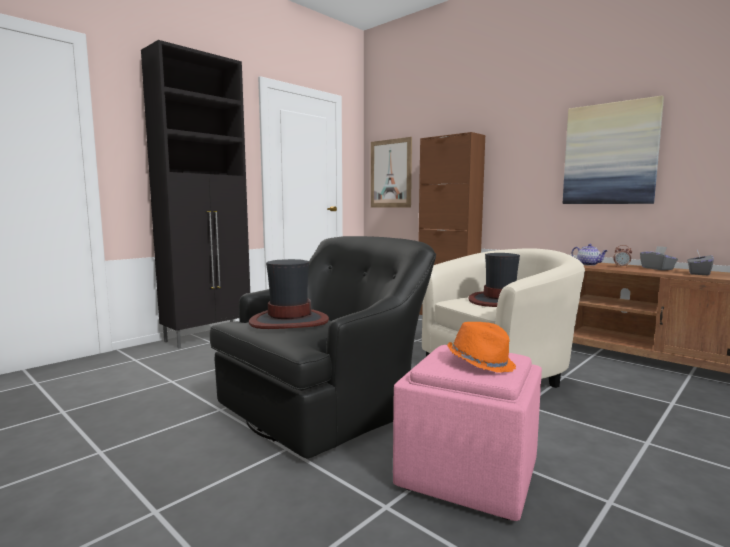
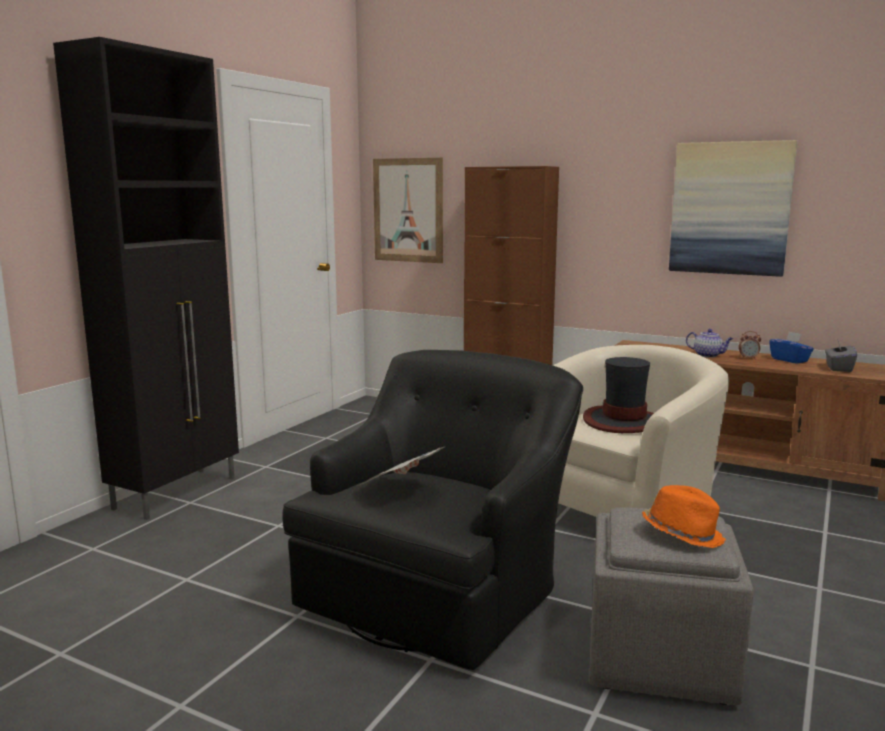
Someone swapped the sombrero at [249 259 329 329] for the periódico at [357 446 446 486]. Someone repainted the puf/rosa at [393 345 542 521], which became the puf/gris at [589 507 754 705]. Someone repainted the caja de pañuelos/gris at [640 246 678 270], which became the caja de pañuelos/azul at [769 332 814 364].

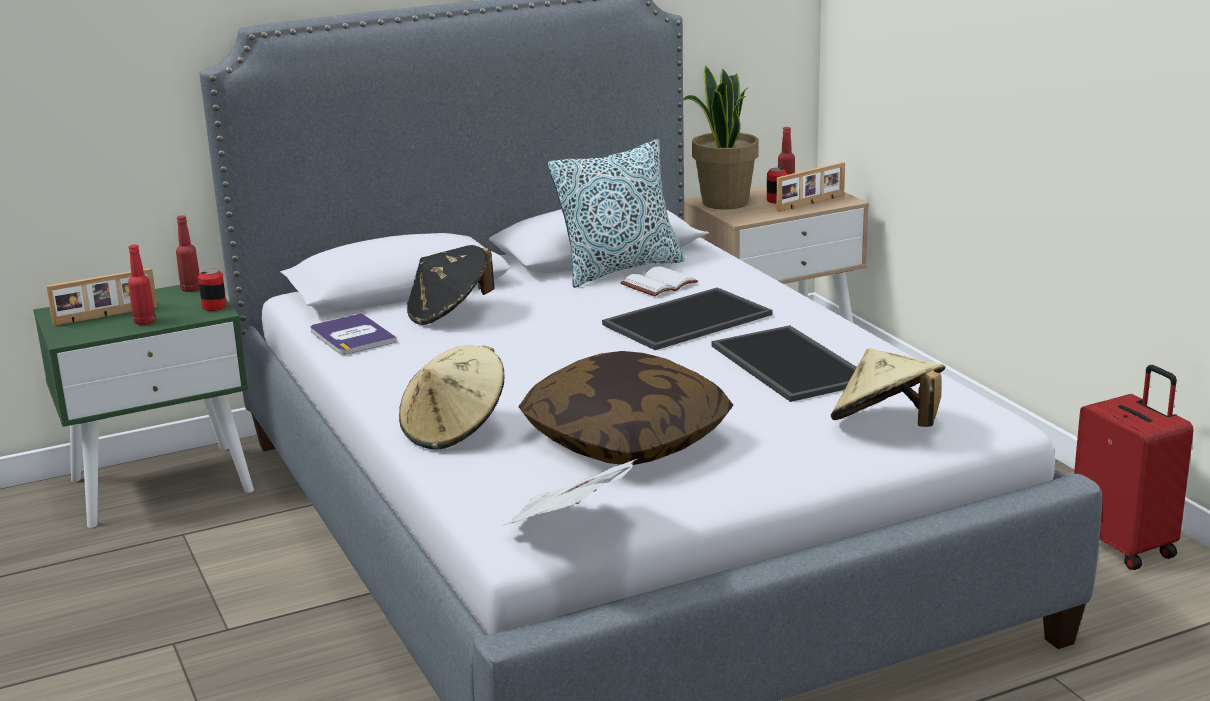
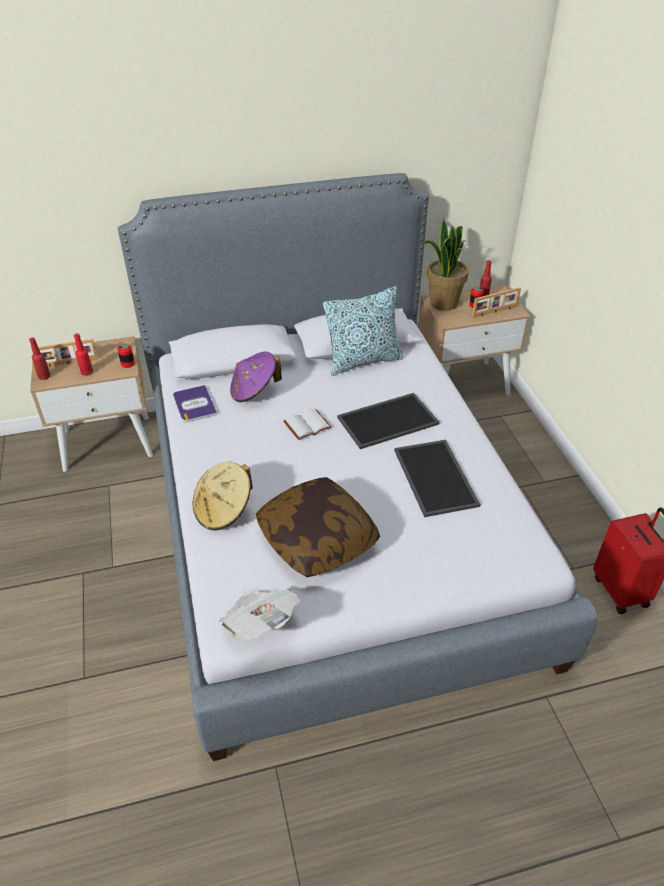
Someone took away the sombrero/beis at [831 348 946 427]. Someone carried the botella/rojo from [176 215 200 292] to [29 337 50 380]. Someone carried the libro/blanco from [620 267 698 296] to [283 409 332 440]. Someone repainted the mesita de noche/verde at [33 285 254 528], which became the mesita de noche/beis at [30 336 153 472]. Someone repainted the sombrero/negro at [407 245 495 325], which became the sombrero/morado at [230 352 282 402].

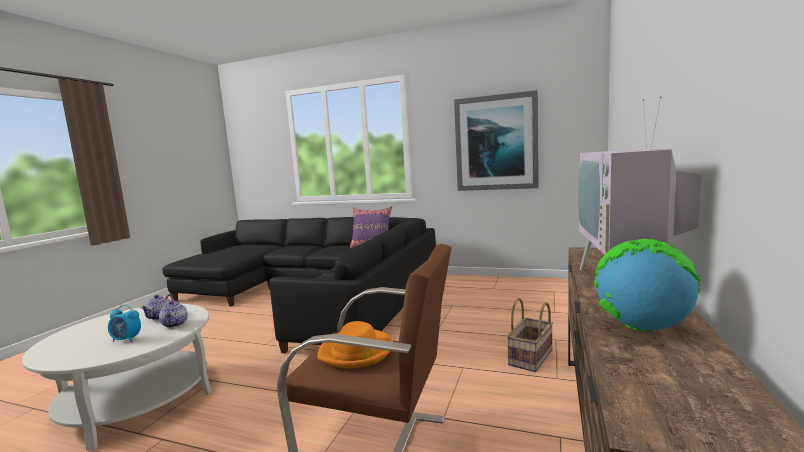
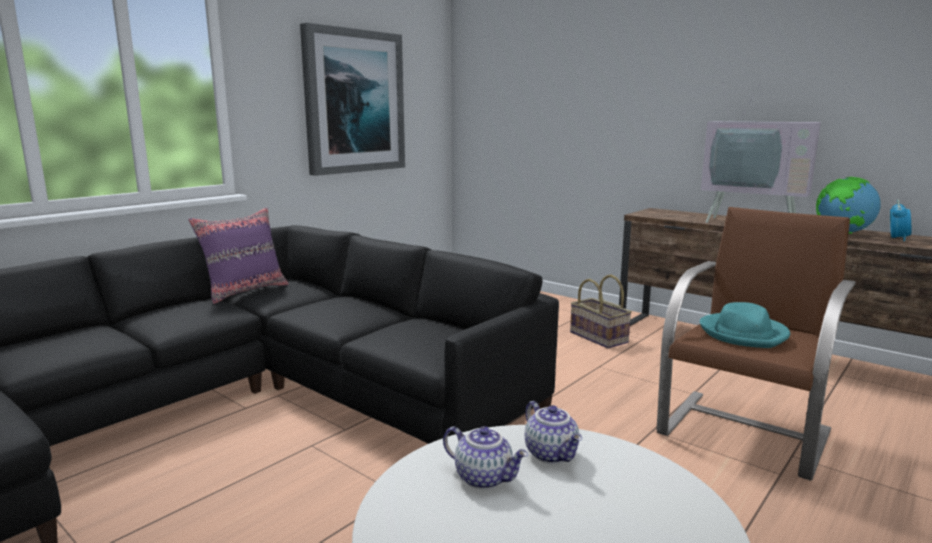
Someone carried the despertador from [108 305 141 342] to [890 199 911 242]. Someone repainted the sombrero/naranja at [318 321 393 368], which became the sombrero/turquesa at [700 302 790 348]. Someone rotated the tetera at [159 300 188 328] by 60 degrees clockwise.

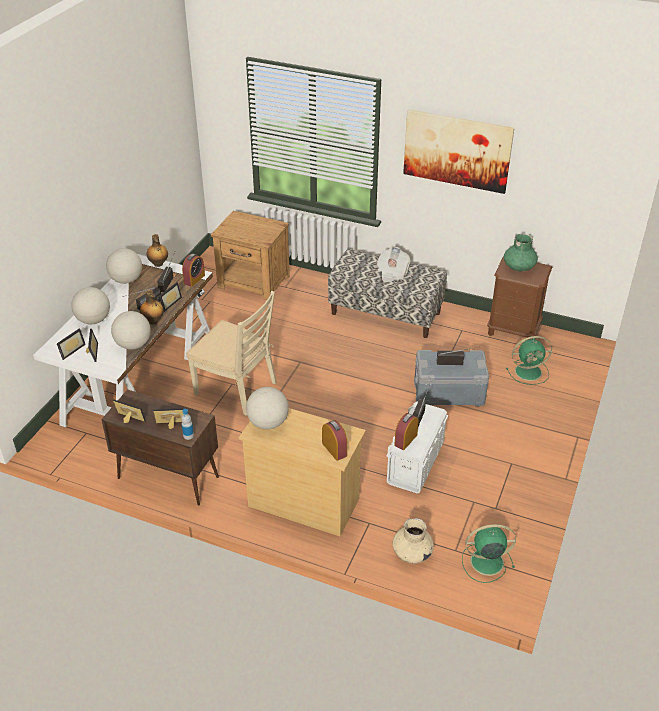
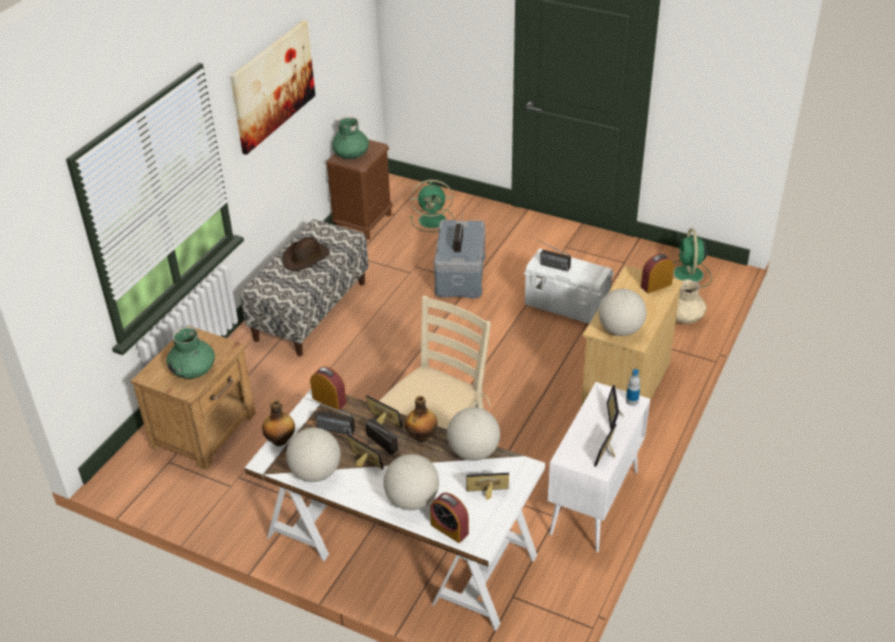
Someone put down the florero/verde at [166 327 215 379]. Someone carried the portarretratos from [57 328 86 360] to [348 435 384 470]. Someone carried the despertador from [394 413 418 450] to [430 493 469 543]. Someone swapped the periódico at [377 247 410 282] for the sombrero/marrón at [282 237 330 271]. Someone repainted the armario/marrón at [101 389 219 506], which became the armario/blanco at [548 382 650 552]. Someone rotated the ventilador/verde at [506 336 552 385] by 90 degrees clockwise.

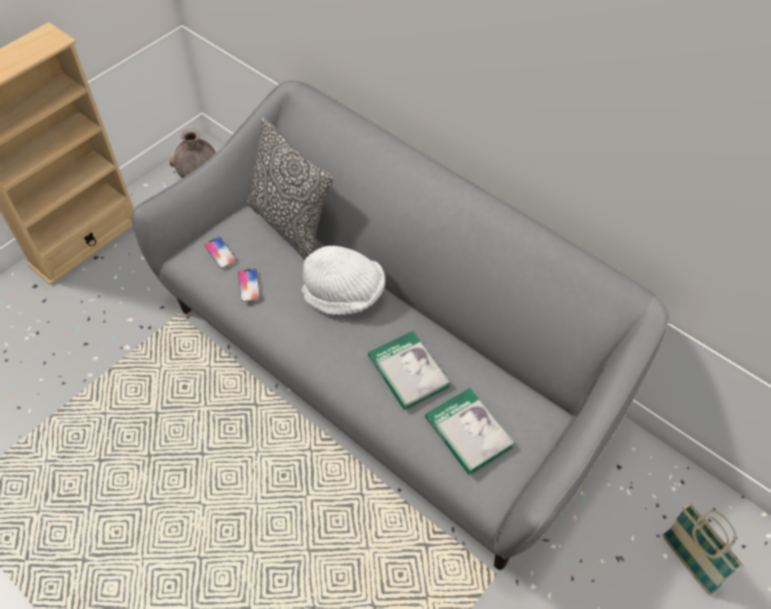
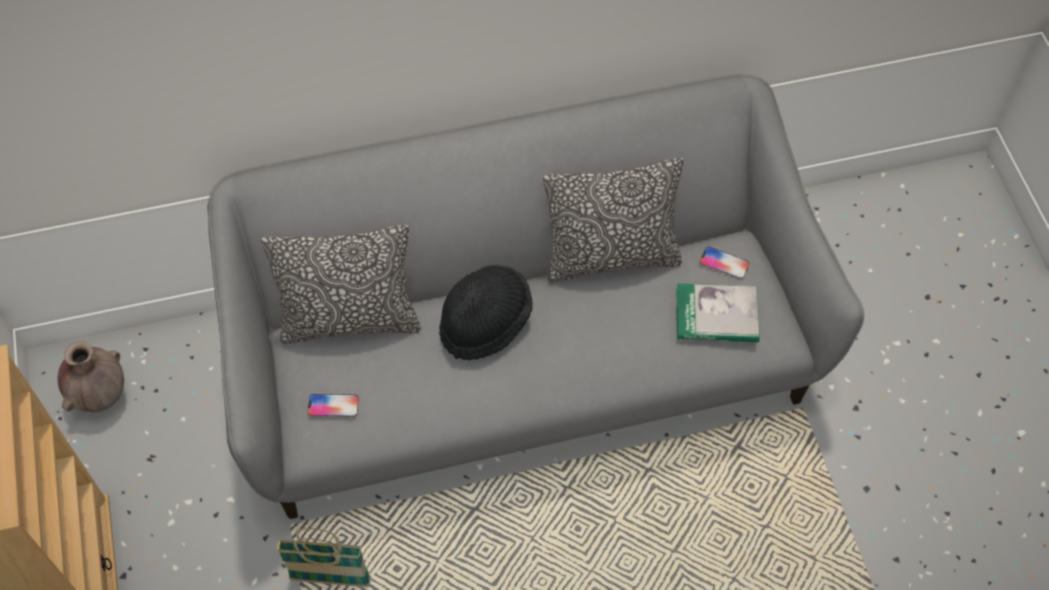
Someone took away the libro at [368 331 450 410]. Someone put down the cojín at [543 157 684 283]. Someone carried the móvil from [238 269 260 302] to [700 247 749 279]. Someone carried the cesta from [663 503 743 596] to [276 528 371 587]. Someone repainted the sombrero/blanco at [302 246 385 315], which became the sombrero/negro at [439 265 533 360].

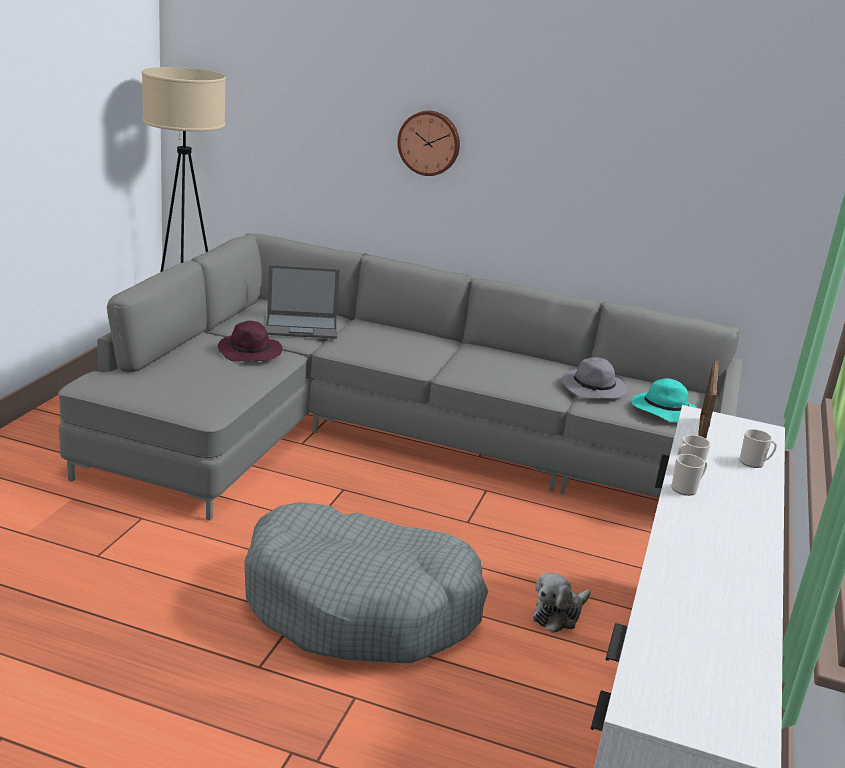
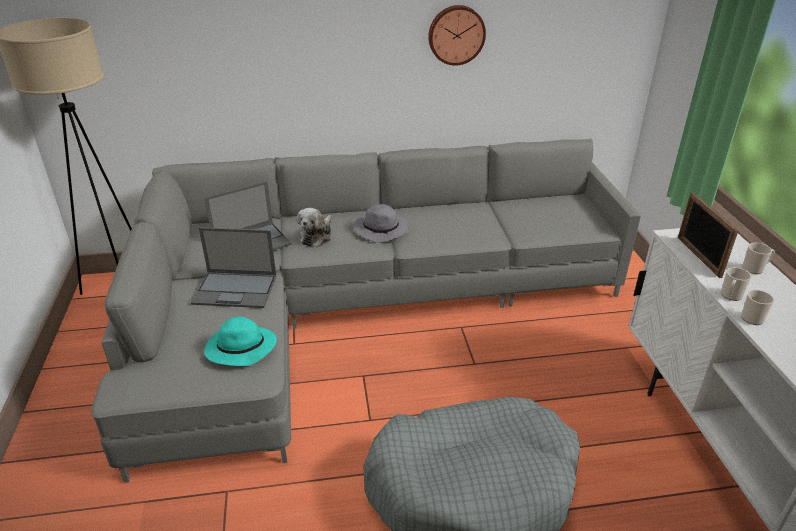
Someone carried the reloj de pared from [397 111 460 176] to [428 5 486 66]. Someone carried the peluche from [533 573 591 633] to [297 208 332 247]. Someone carried the sombrero/gris from [562 357 627 399] to [354 204 409 243]. Someone carried the sombrero/turquesa from [631 378 697 422] to [204 317 277 366]. Someone swapped the sombrero/morado at [218 321 283 362] for the portátil at [191 227 277 308].

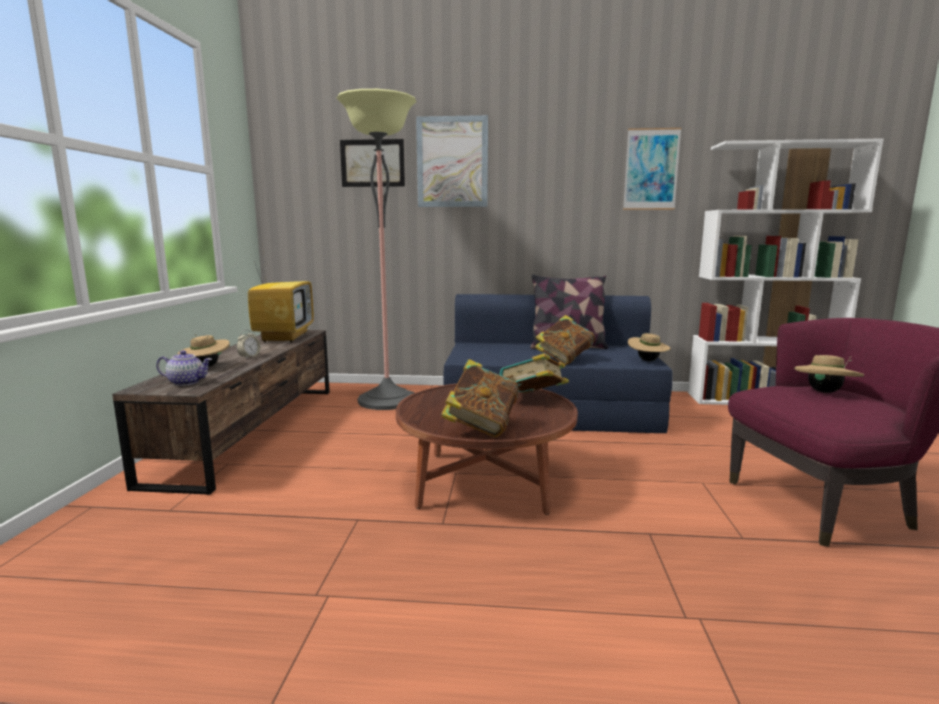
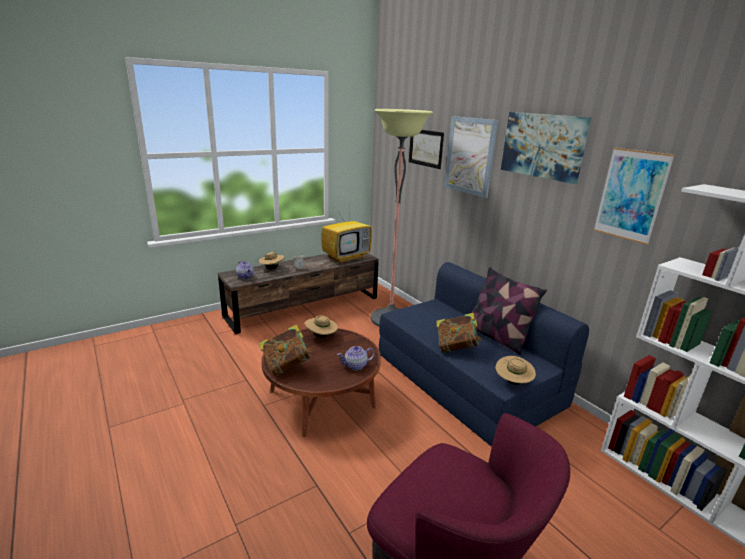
Someone put up the cuadro at [501 112 591 184]. Someone carried the sombrero/beis from [794 355 864 393] to [305 315 338 338]. Someone swapped the libro at [500 353 569 393] for the tetera at [337 346 375 370].

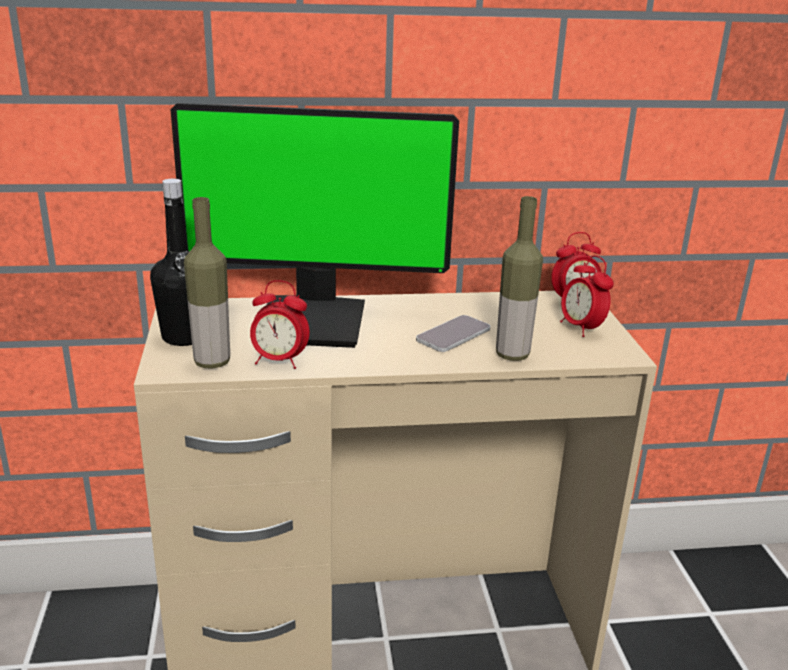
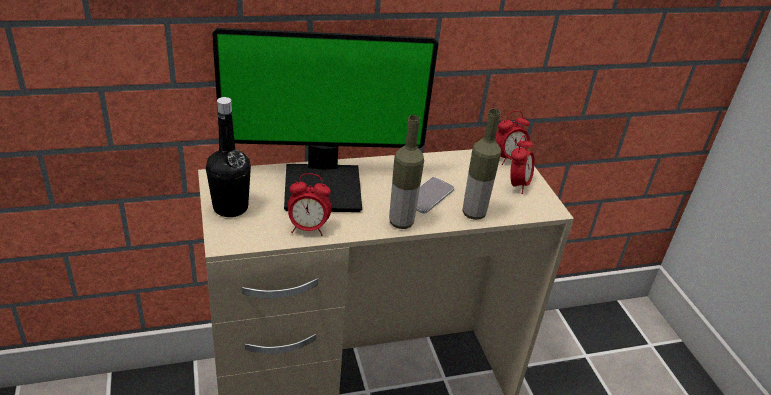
Someone carried the botella from [184 197 230 369] to [389 115 424 229]. Someone rotated the despertador at [560 255 614 337] by 120 degrees counterclockwise.

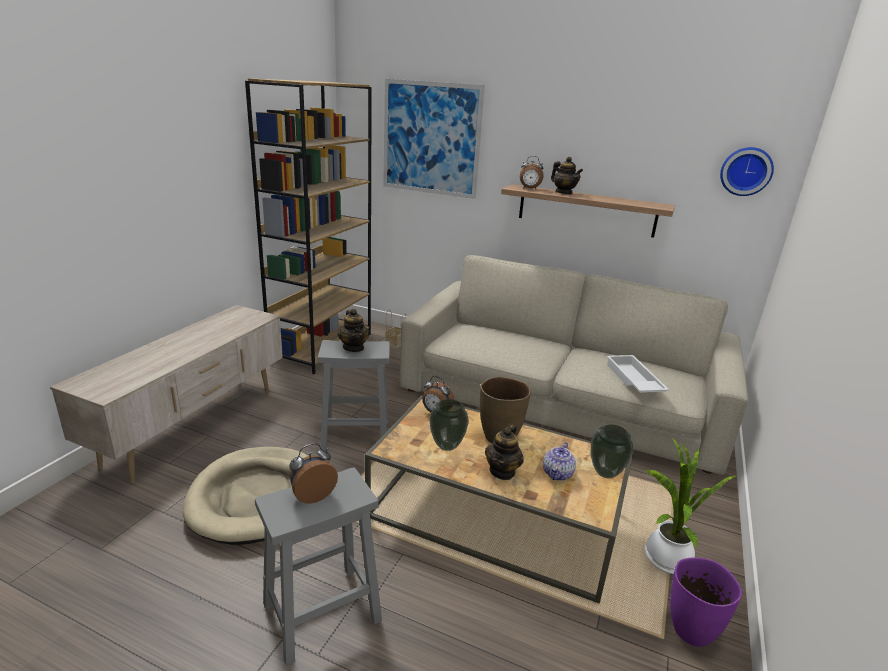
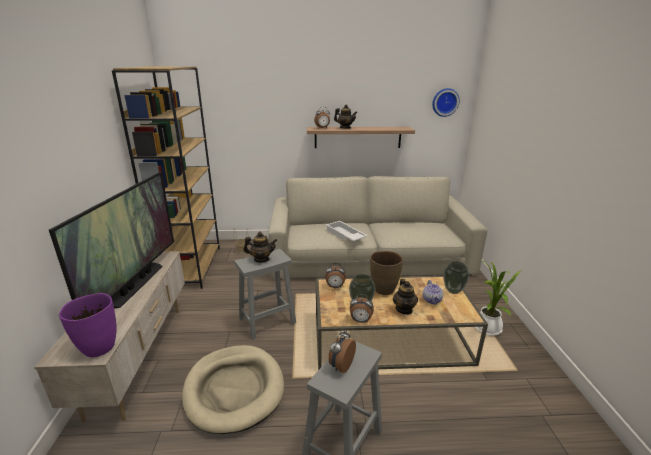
Someone took away the cuadro at [383 79 485 199]. Someone put down the televisor at [49 172 174 308]. Someone put down the despertador at [350 294 374 323]. Someone carried the bandeja/blanco from [607 355 669 393] to [326 221 368 241]. Someone carried the florero/morado from [670 557 742 647] to [59 293 117 357]. Someone rotated the tetera at [338 309 369 352] by 45 degrees counterclockwise.

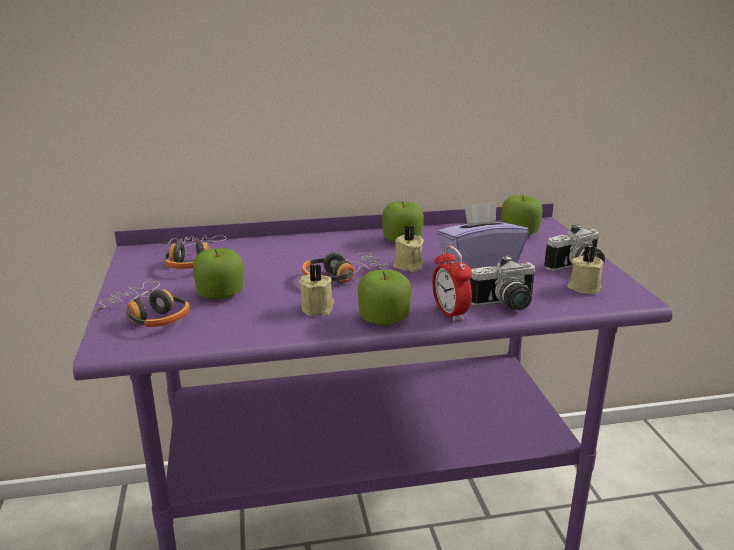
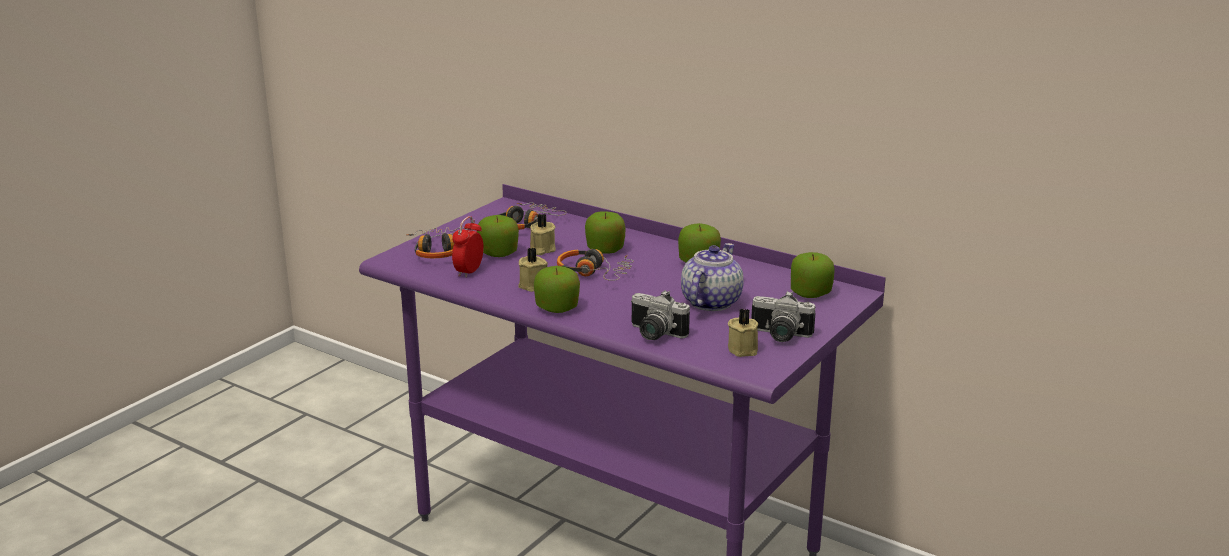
Someone put down the manzana at [585 211 626 254]. Someone carried the vela/beis from [393 226 424 272] to [530 214 556 255]. Someone carried the despertador from [432 245 472 322] to [452 216 484 278]. Someone swapped the caja de pañuelos/morado at [437 202 529 269] for the tetera at [681 243 744 311].

